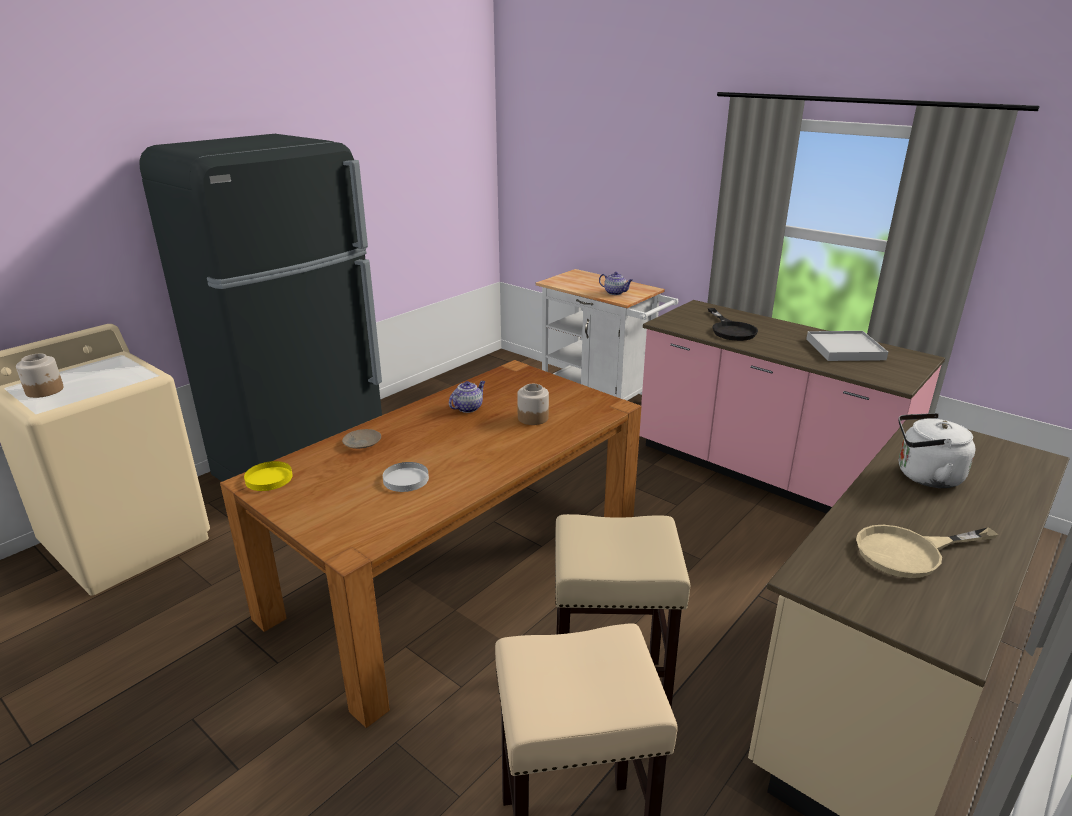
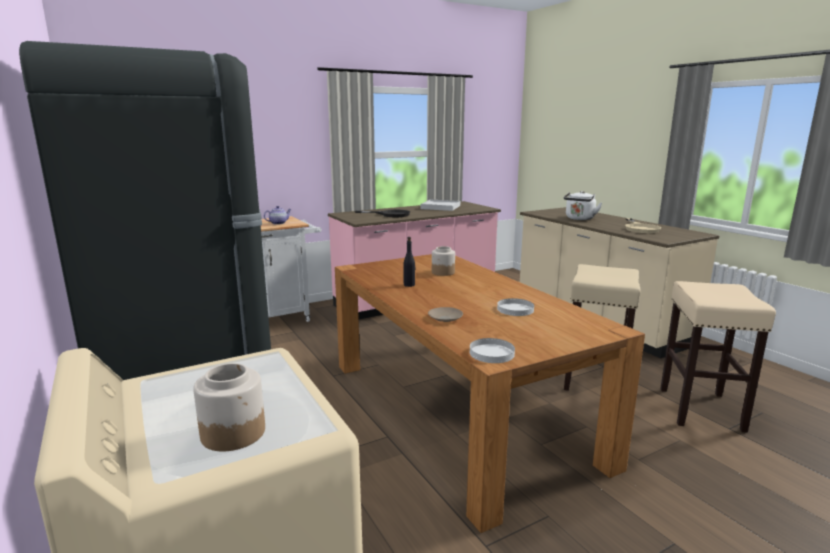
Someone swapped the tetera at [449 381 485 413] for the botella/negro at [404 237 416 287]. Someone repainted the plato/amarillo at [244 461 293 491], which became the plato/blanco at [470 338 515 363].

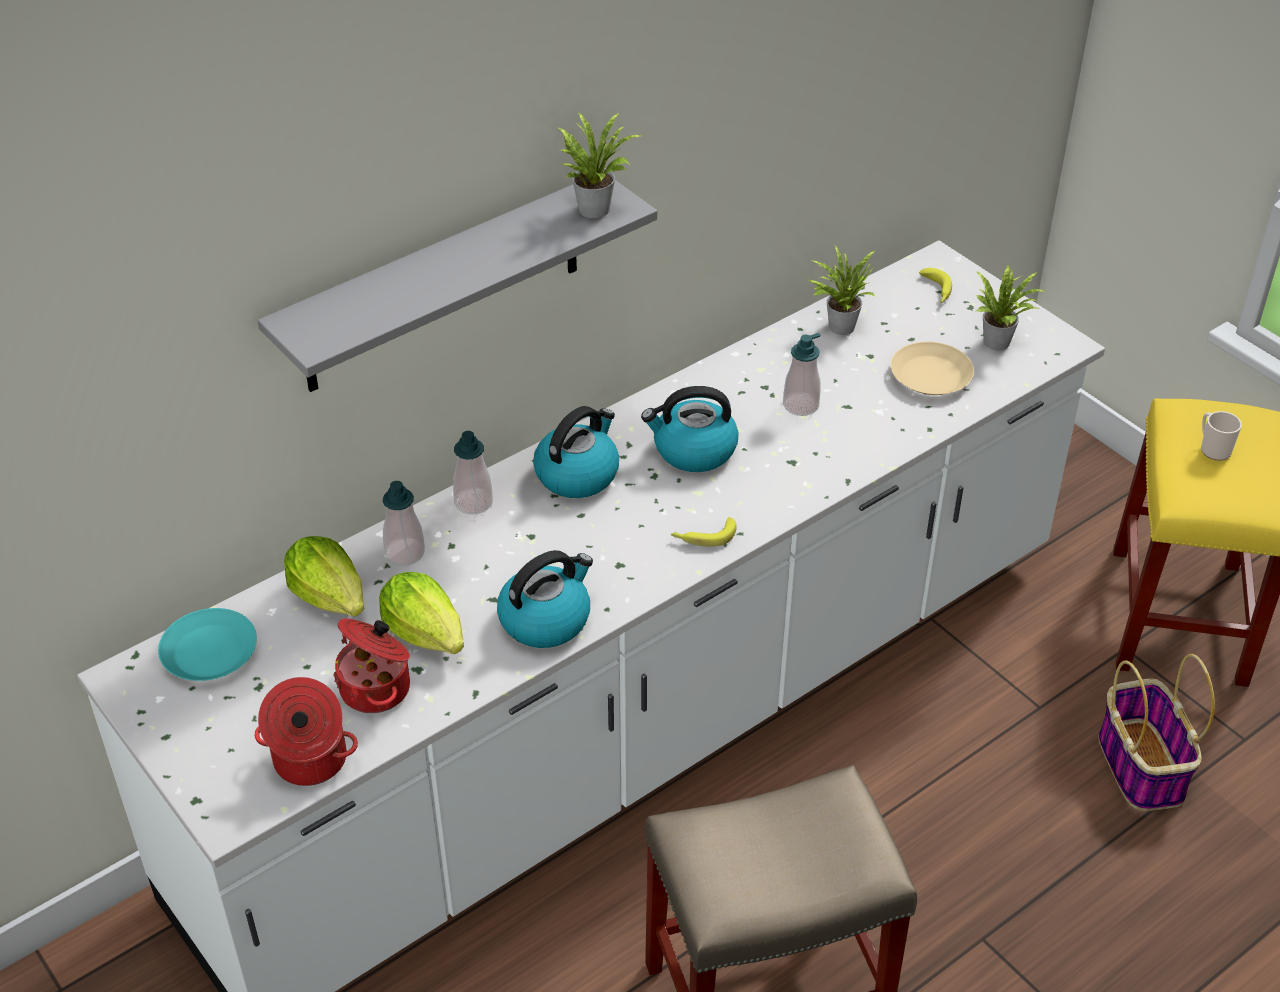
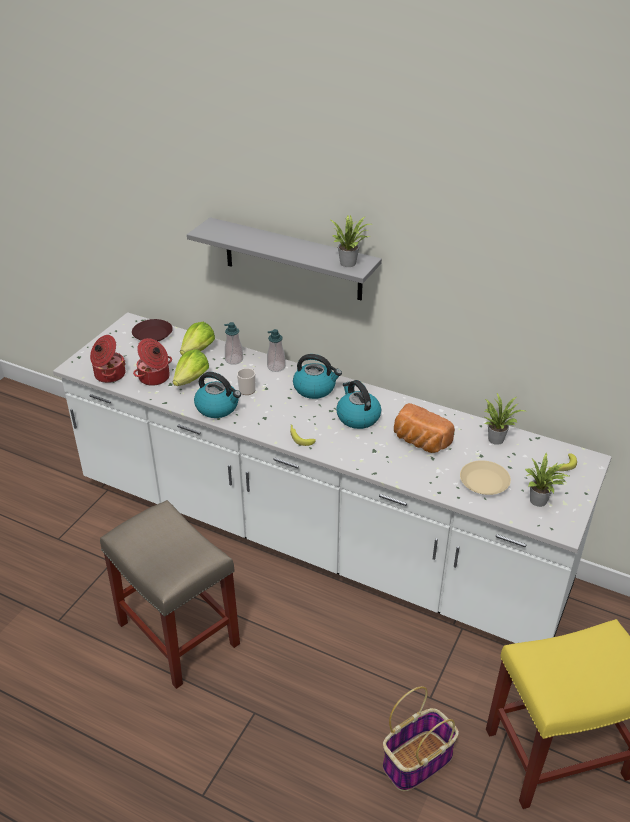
Someone carried the taza grande from [1201 411 1242 461] to [237 368 255 395]. Someone swapped the dispensador de jabón at [783 333 820 416] for the pan at [394 403 455 453]. Someone repainted the plato/turquesa at [158 608 257 681], which became the plato/marrón at [132 319 173 341].

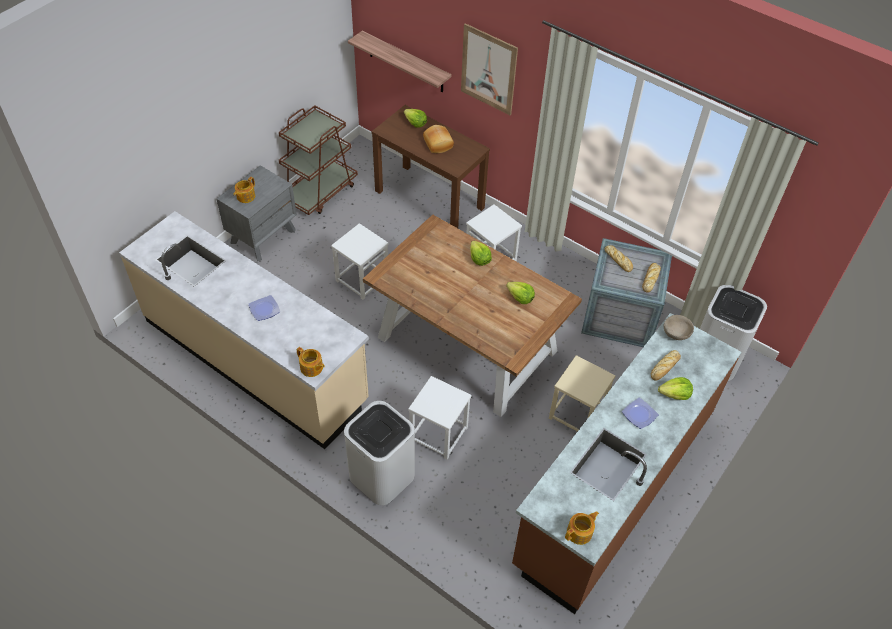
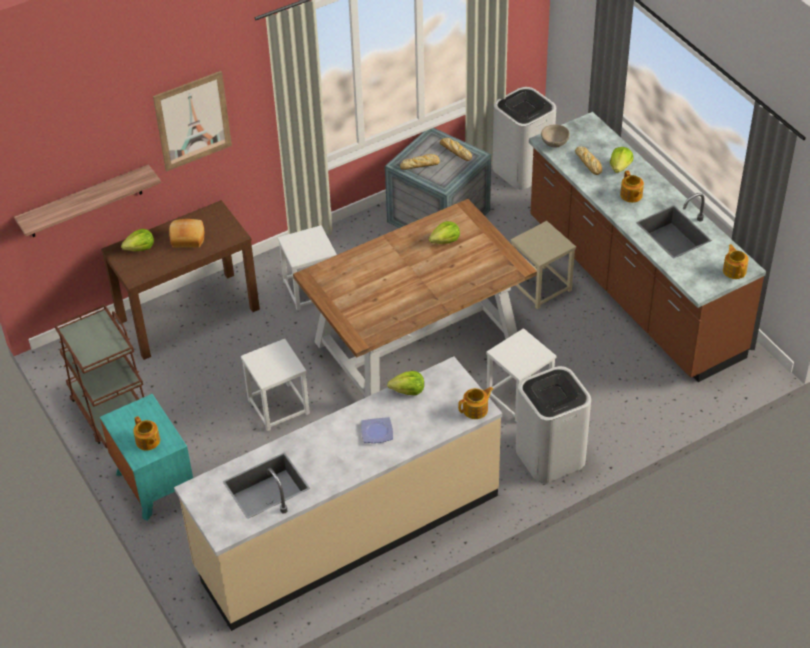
Someone carried the lechuga from [470 241 492 266] to [387 371 424 395]. Someone swapped the plato at [622 398 659 429] for the tetera at [620 170 644 203]. Someone repainted the mesita de noche/gris at [216 165 297 261], which became the mesita de noche/turquesa at [100 394 193 521].

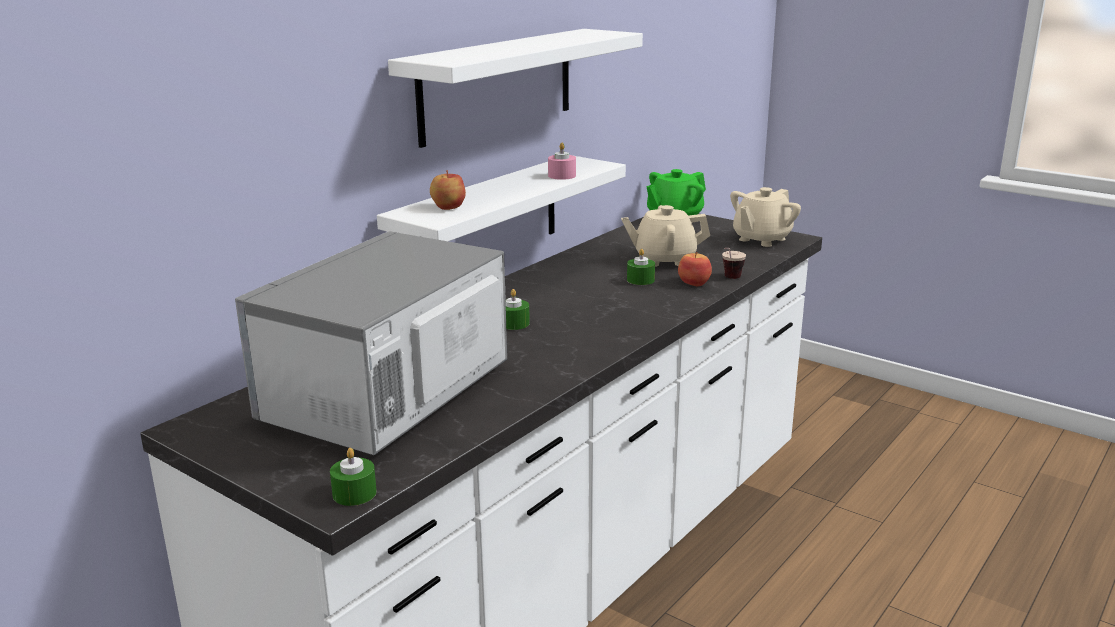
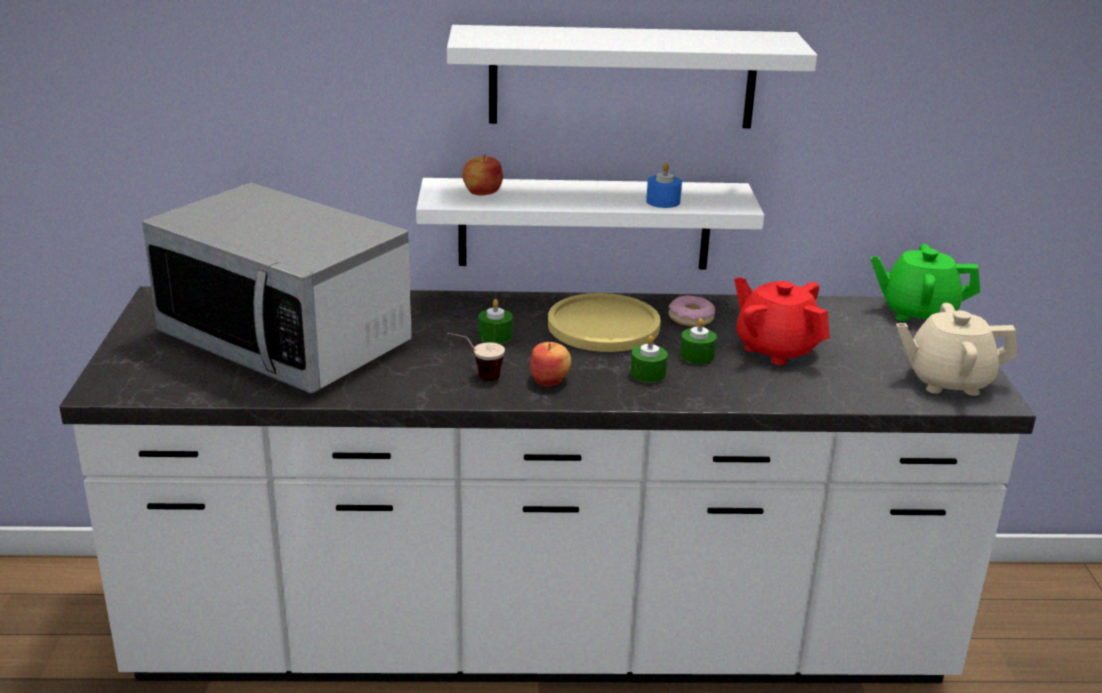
Someone put down the plato/amarillo at [548 293 661 352]. Someone put down the rosquilla at [668 295 715 327]. Someone carried the vela/verde from [330 448 377 506] to [630 335 668 383]. Someone carried the manzana from [678 252 712 286] to [530 342 571 386]. Someone carried the taza from [722 248 746 279] to [447 333 505 381]. Someone repainted the vela/rosa at [548 143 576 180], which became the vela/azul at [646 163 682 208]. Someone repainted the tetera/beis at [621 205 710 267], which became the tetera/rojo at [734 277 830 365]. Someone rotated the microondas at [235 231 507 455] by 135 degrees counterclockwise.

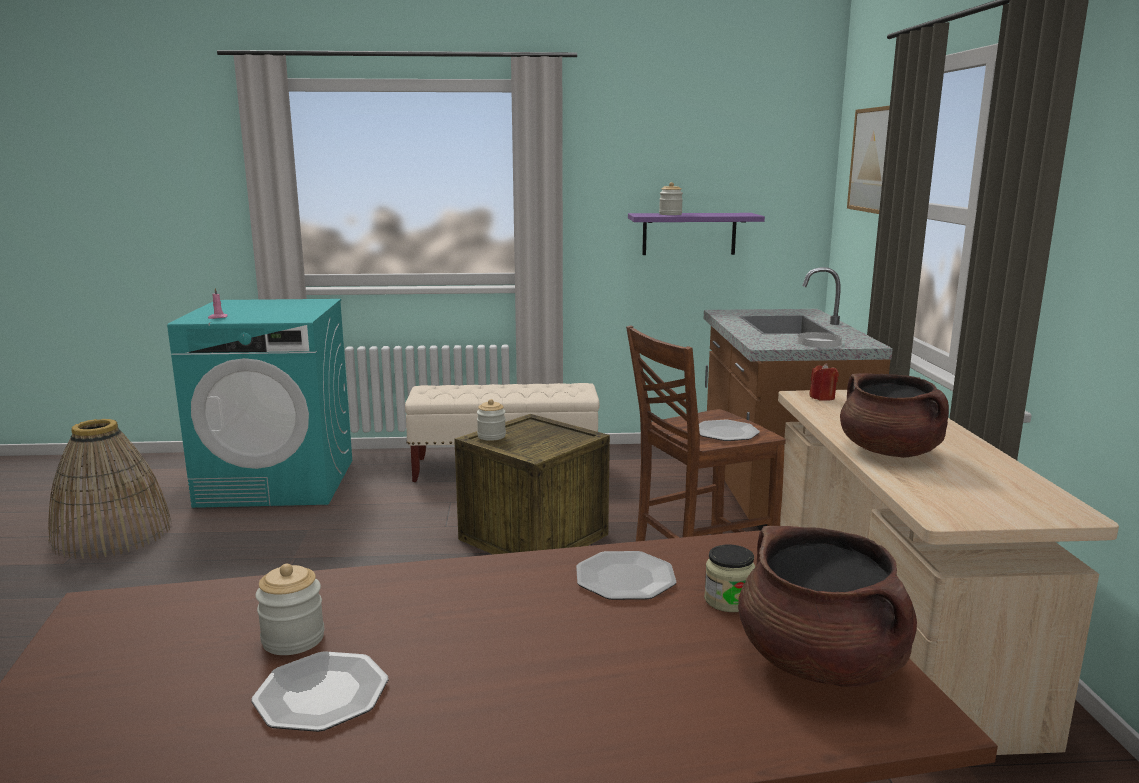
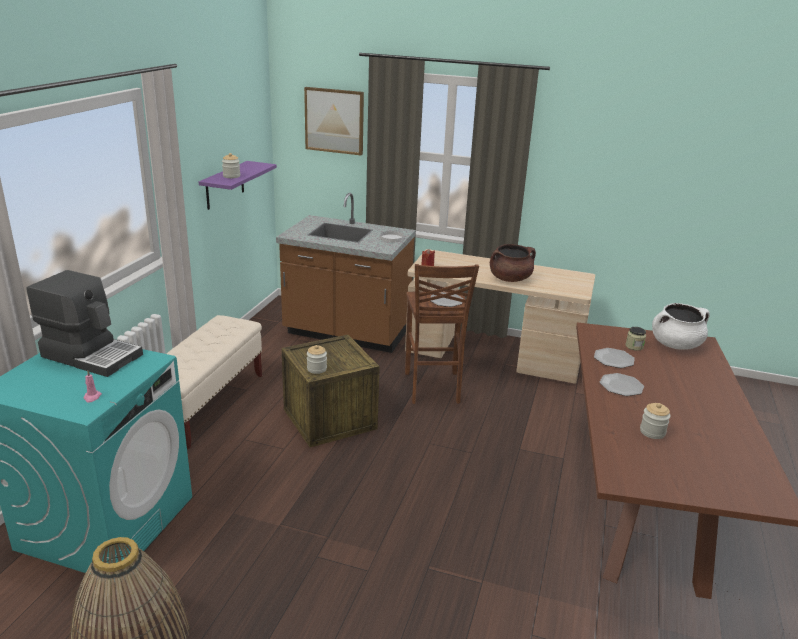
Someone put down the cafetera at [26 270 143 377]. Someone carried the plato from [251 651 388 732] to [600 373 644 396]. Someone repainted the olla/marrón at [738 526 917 687], which became the olla/blanco at [652 303 710 350].

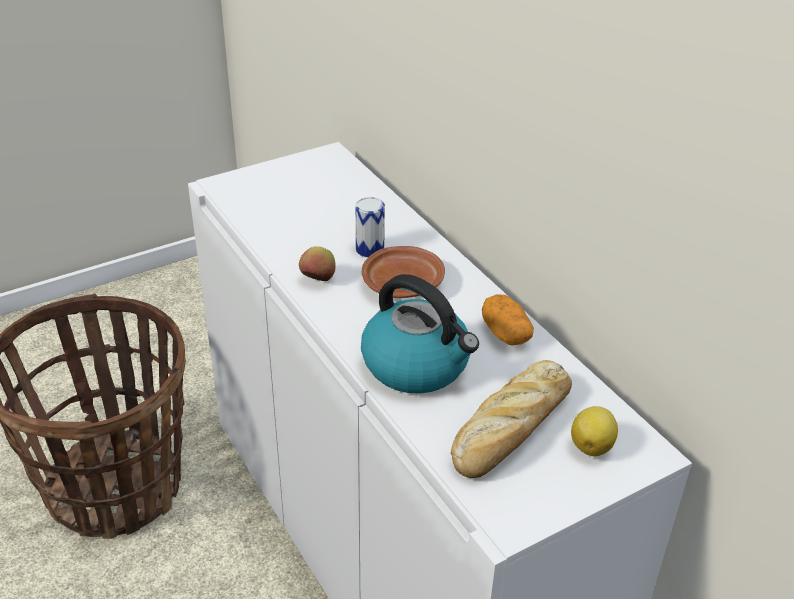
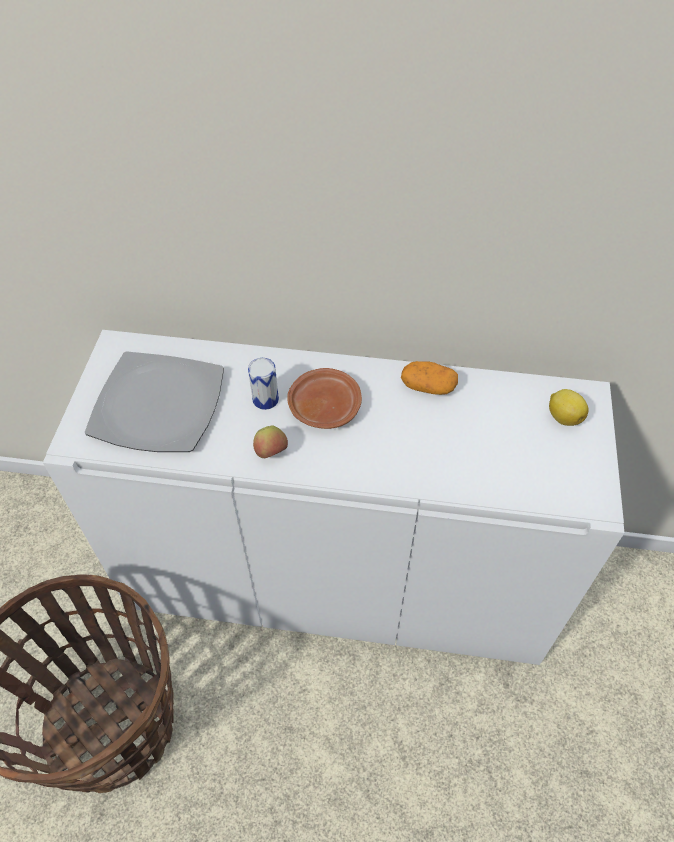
Someone took away the hervidor at [361 274 479 394]. Someone took away the pan at [451 360 572 478]. Someone put down the plato at [85 351 224 452].

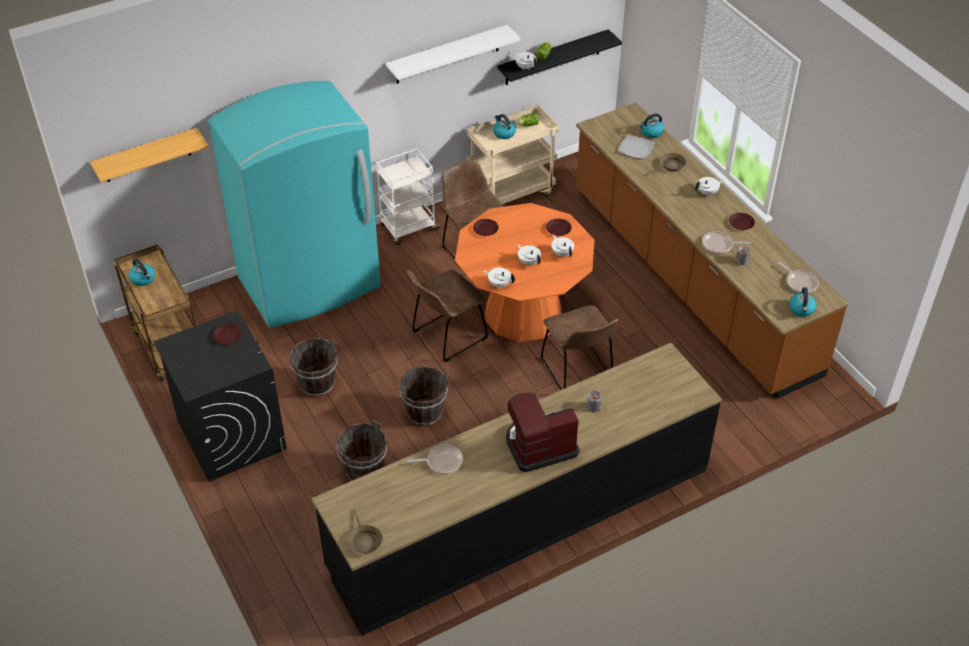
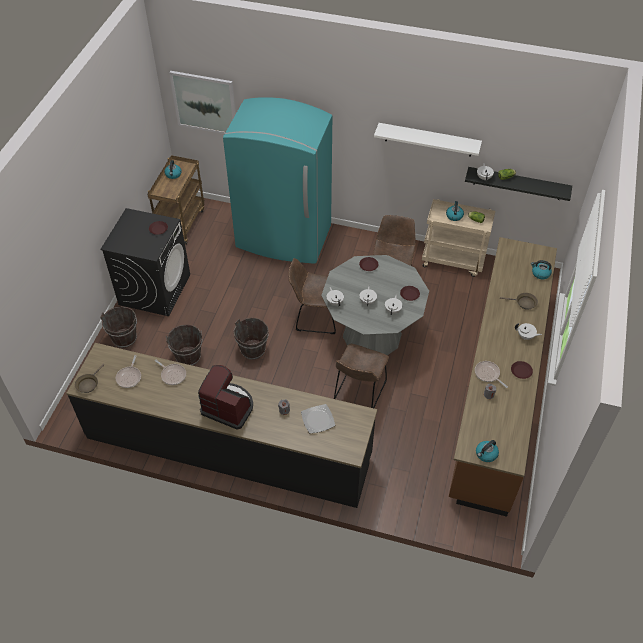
Someone took away the carrito/blanco at [376 148 441 245]. Someone carried the cubo/marrón from [289 338 338 397] to [100 306 137 348]. Someone carried the plato from [618 134 655 159] to [301 404 335 433]. Someone carried the sartén from [778 262 819 293] to [116 355 141 388]. Someone swapped the estante at [90 128 209 182] for the cuadro at [169 71 236 134]. Someone repainted the mesa de comedor/naranja at [455 203 594 342], which became the mesa de comedor/gris at [321 255 429 355].

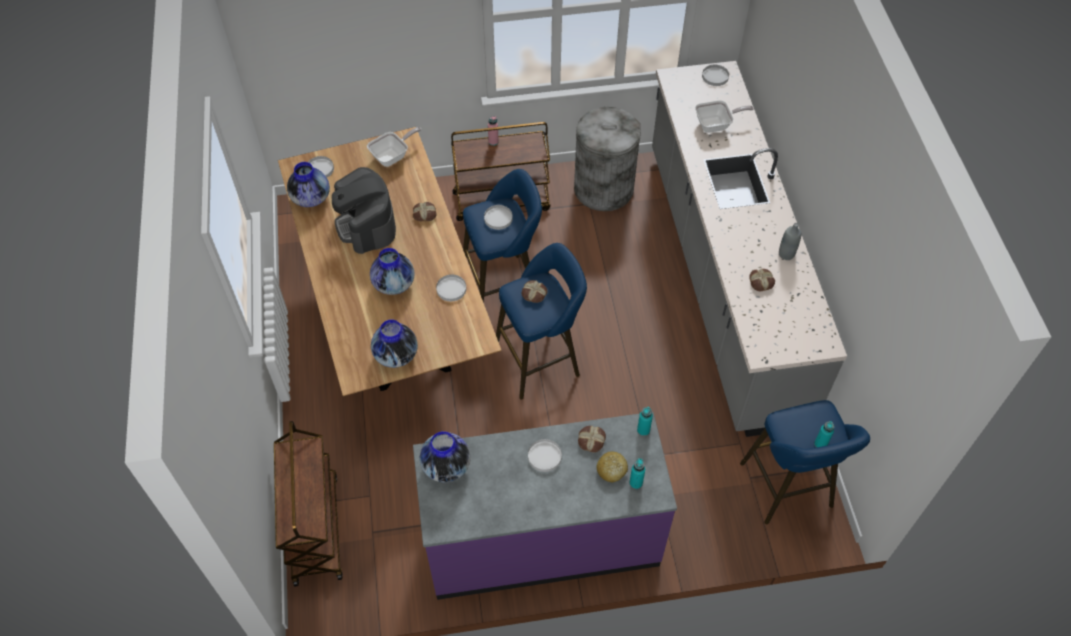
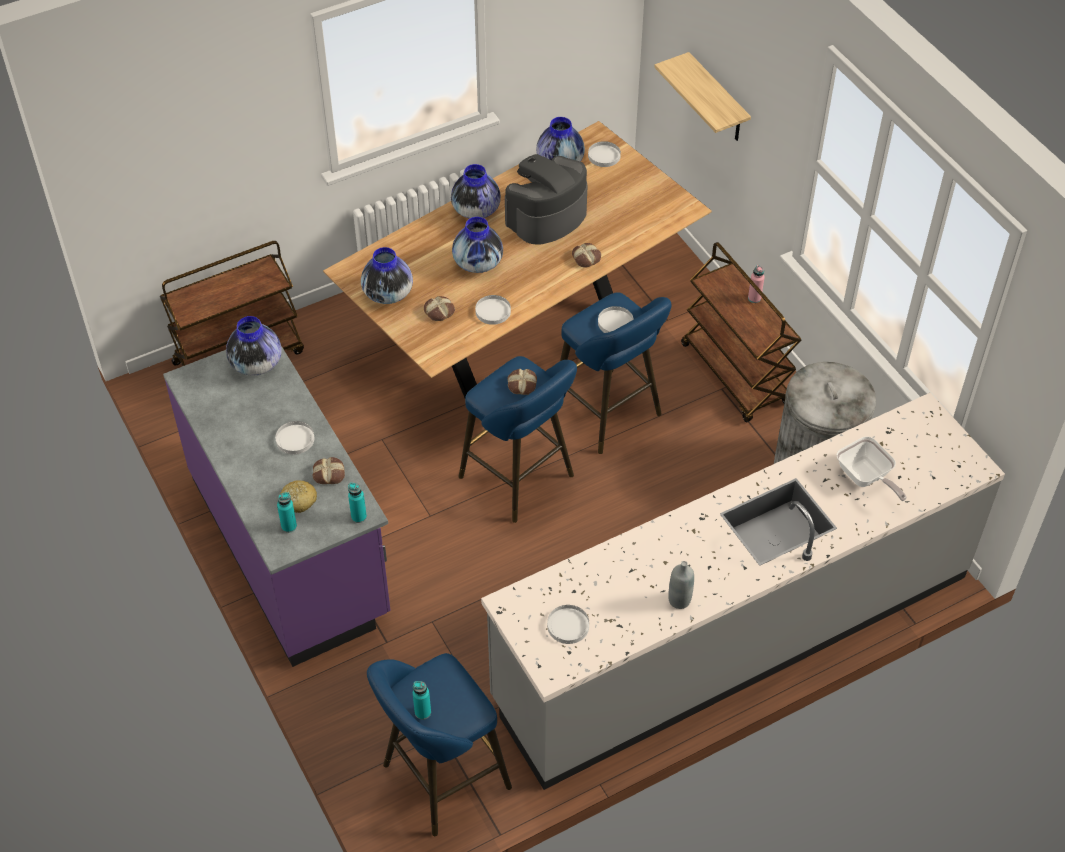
Someone took away the sartén at [367 127 421 167]. Someone put down the florero at [451 164 501 219]. Someone put up the estante at [654 52 751 141]. Someone carried the plato/blanco from [702 65 729 86] to [547 605 589 644]. Someone carried the pan from [749 269 775 291] to [424 296 455 321].

